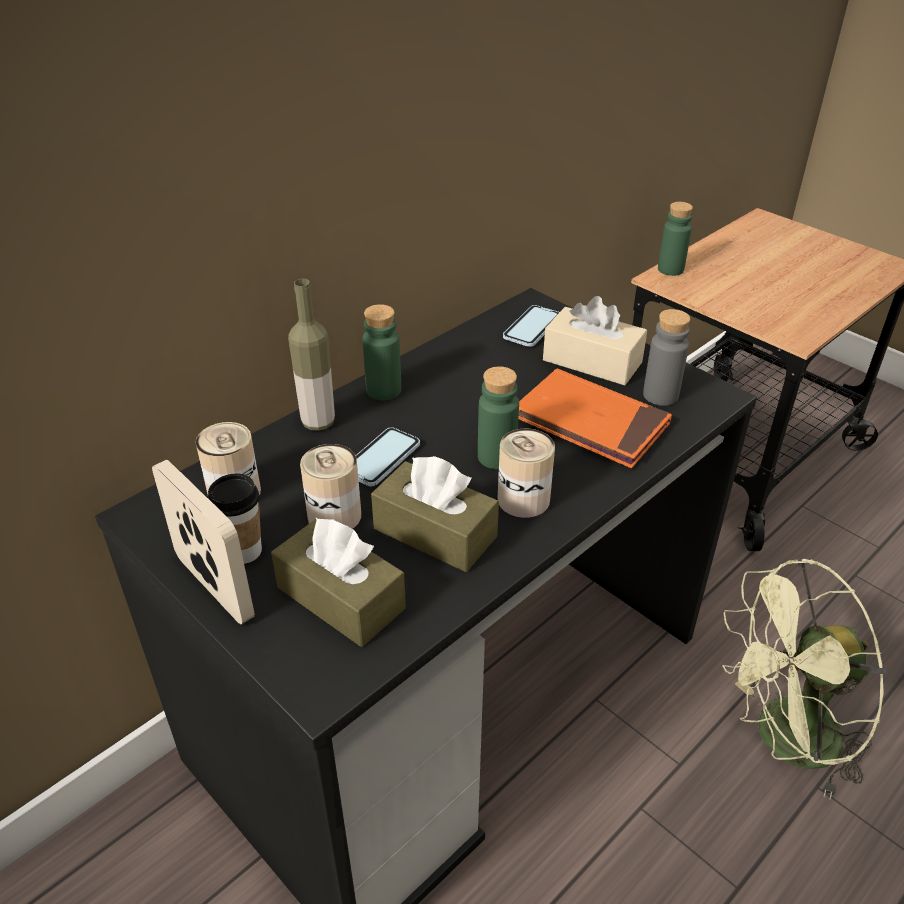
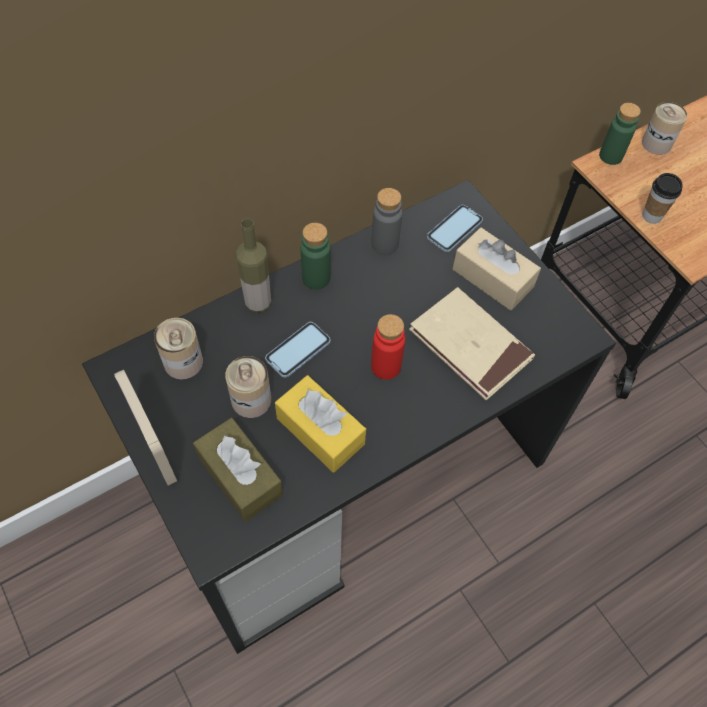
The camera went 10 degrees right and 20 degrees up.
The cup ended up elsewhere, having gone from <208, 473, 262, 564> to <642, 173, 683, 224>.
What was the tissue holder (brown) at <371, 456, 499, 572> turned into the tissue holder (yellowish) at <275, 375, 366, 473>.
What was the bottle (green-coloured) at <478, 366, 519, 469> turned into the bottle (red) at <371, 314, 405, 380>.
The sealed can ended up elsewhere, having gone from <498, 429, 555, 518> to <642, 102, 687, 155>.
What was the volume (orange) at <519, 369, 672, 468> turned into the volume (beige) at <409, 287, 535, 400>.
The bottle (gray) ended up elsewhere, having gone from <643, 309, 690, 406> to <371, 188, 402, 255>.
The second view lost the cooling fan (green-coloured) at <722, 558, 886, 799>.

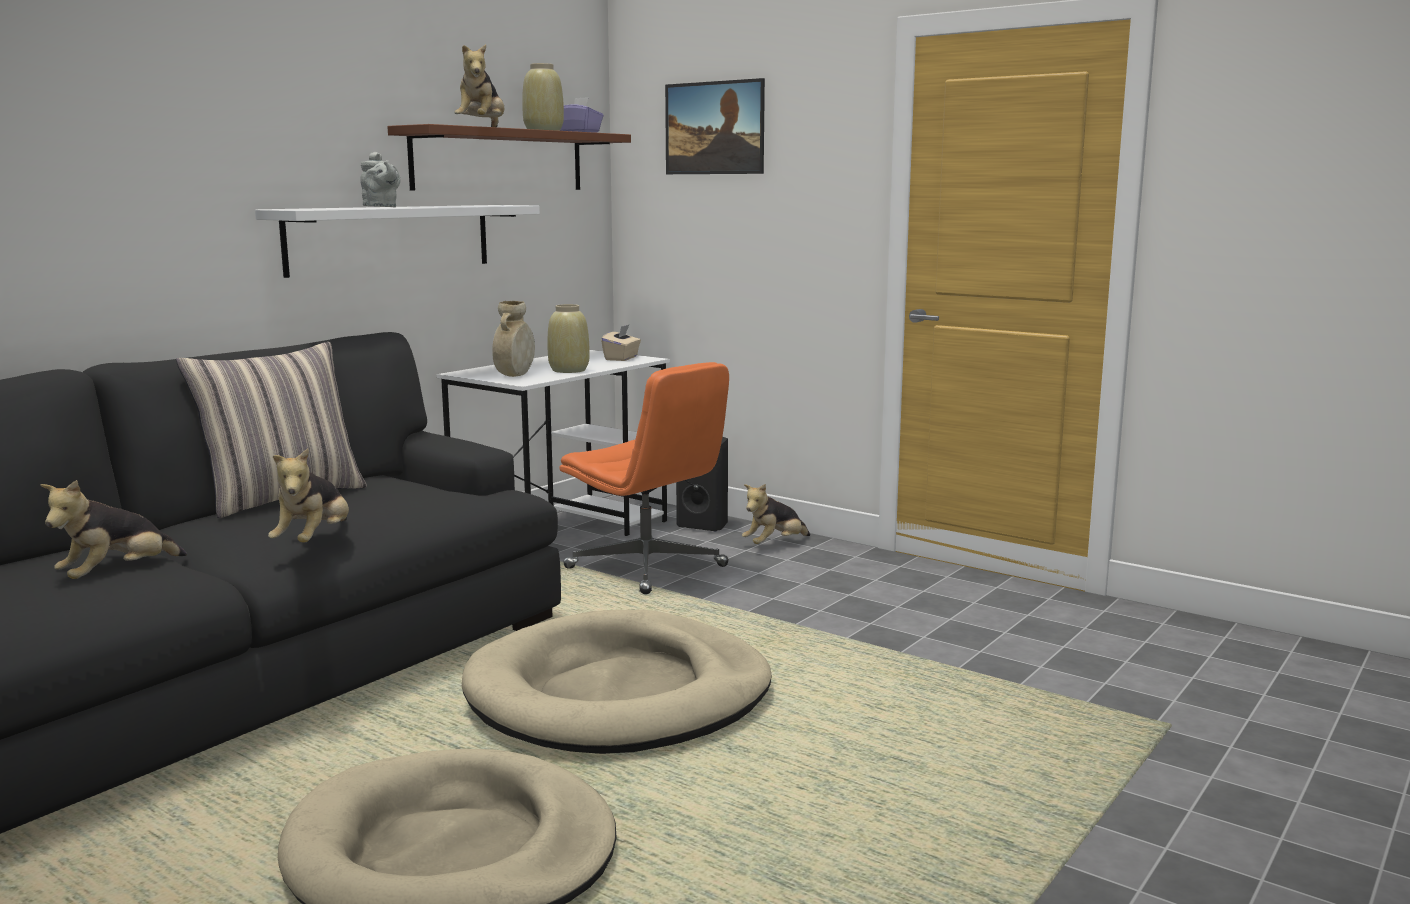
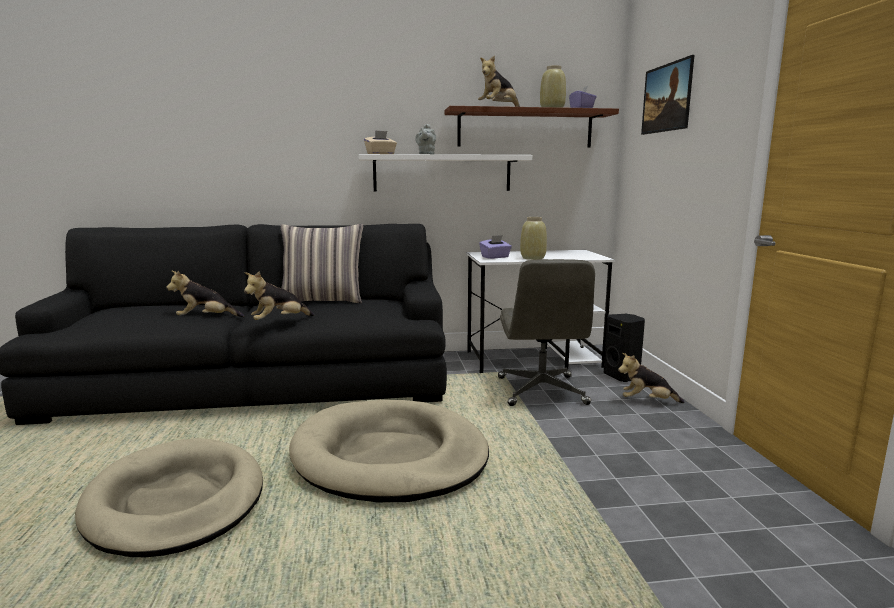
The camera went 45 degrees right and 0 degrees up.
Where the decorative vase (beige) stood at <492, 301, 535, 377>, the tissue holder (purplish) came to stand at <479, 235, 512, 259>.
What was the office chair (orange) at <559, 362, 729, 594> turned into the office chair (gray) at <498, 259, 595, 406>.
The tissue holder (beige) ended up elsewhere, having gone from <601, 325, 641, 361> to <364, 130, 397, 154>.

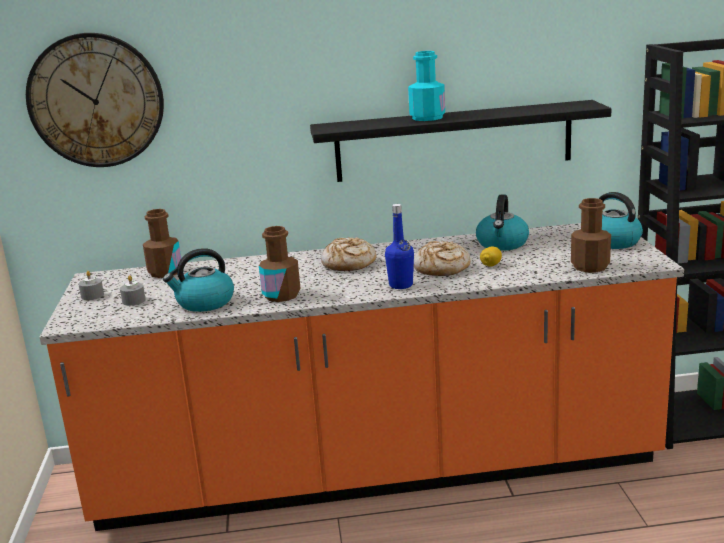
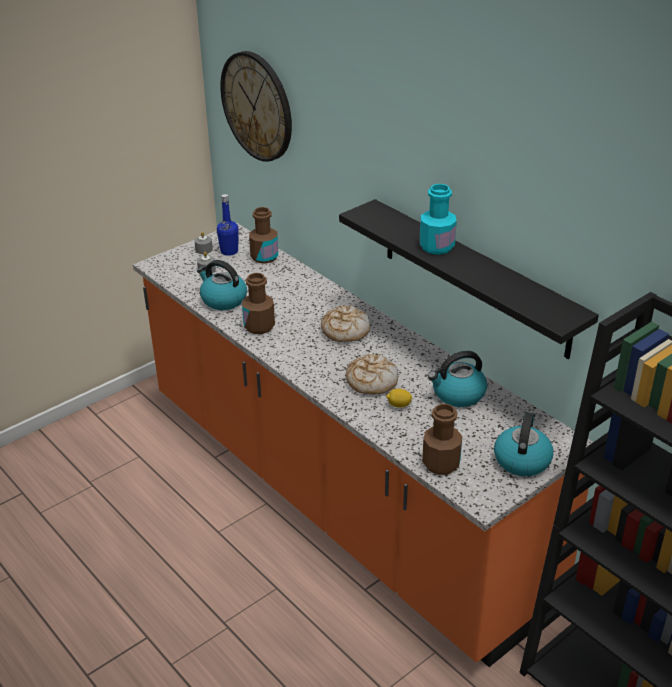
The camera went 55 degrees right and 15 degrees up.
The bottle (blue-coloured) ended up elsewhere, having gone from <385, 204, 414, 289> to <217, 194, 239, 256>.

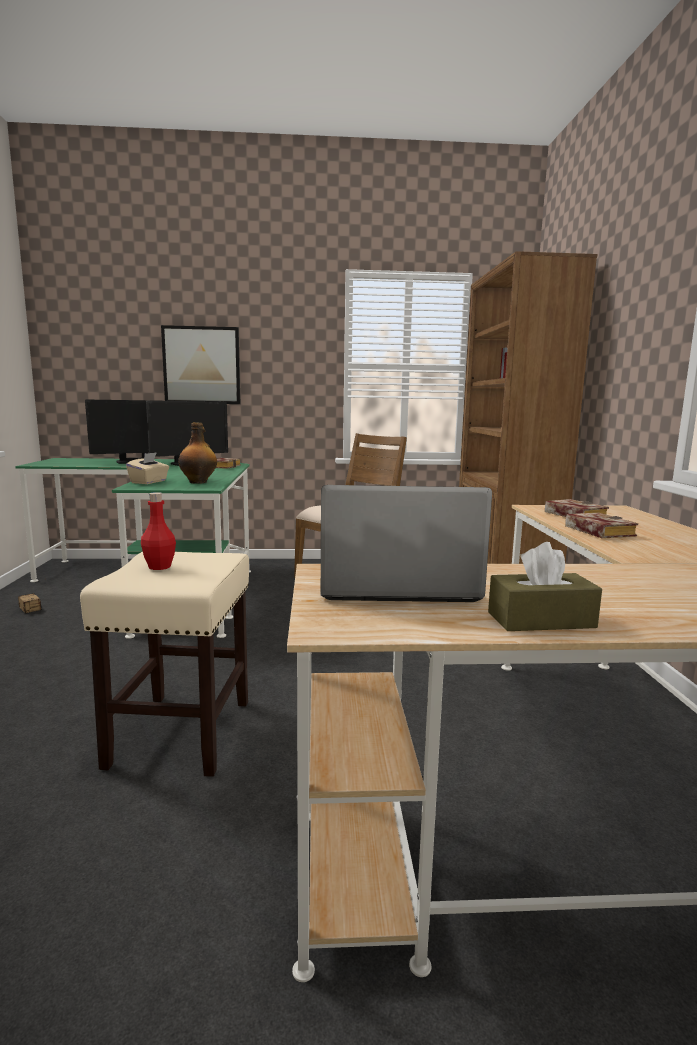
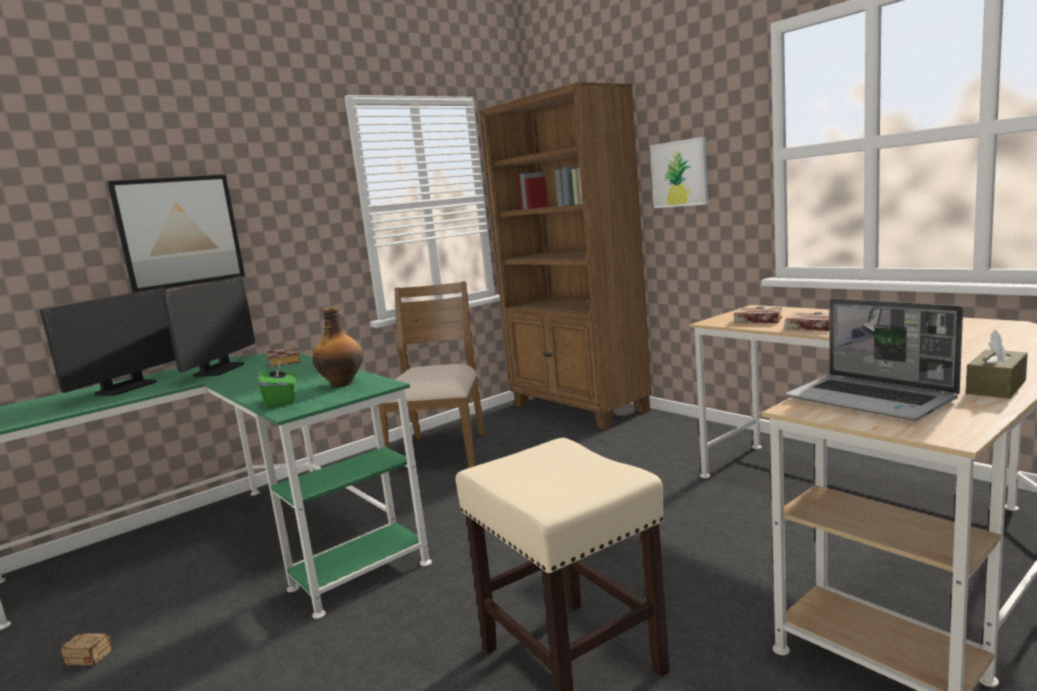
The camera went 35 degrees left and 0 degrees up.
What was the tissue holder (beige) at <126, 452, 169, 484> turned into the tissue holder (green-coloured) at <258, 359, 296, 408>.
The second view lost the bottle (red) at <141, 492, 176, 570>.
The portable computer at <320, 485, 492, 602> ended up facing another way, 90 degrees counterclockwise from before.
The second view gained the wall picture at <650, 137, 708, 208>.

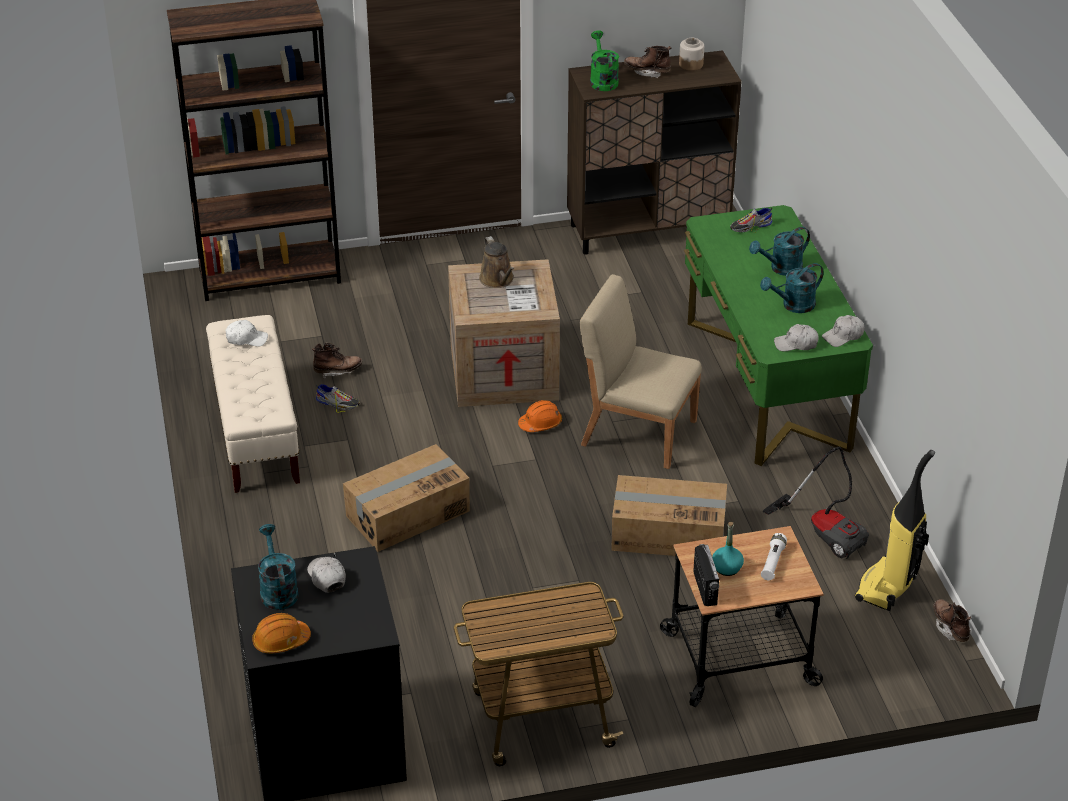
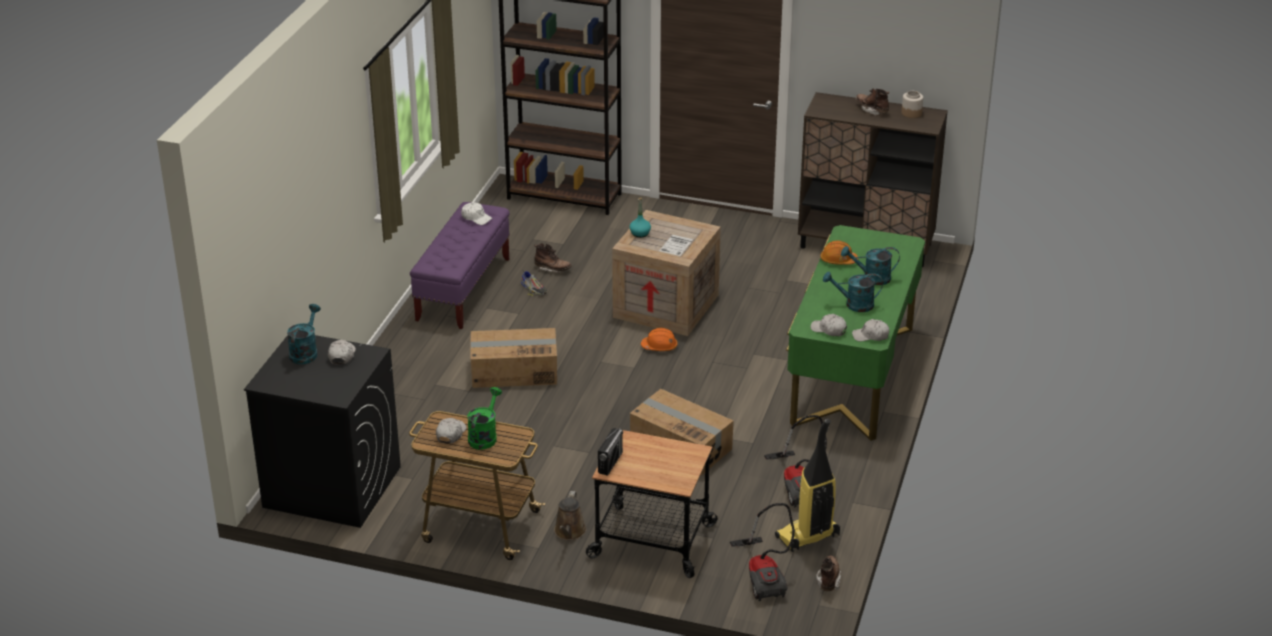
The camera went 30 degrees right and 5 degrees down.
What was the long seat (beige) at <206, 315, 300, 493> turned into the long seat (purplish) at <410, 202, 510, 329>.
The safety helmet (orange) ended up elsewhere, having gone from <252, 613, 311, 653> to <820, 241, 859, 265>.
The watering can (brown) ended up elsewhere, having gone from <479, 236, 515, 288> to <554, 491, 587, 540>.
The second view lost the upright chair (beige) at <580, 274, 702, 469>.
The watering can (green-coloured) ended up elsewhere, having gone from <590, 30, 619, 91> to <467, 387, 502, 450>.
The bottle (blue-green) ended up elsewhere, having gone from <712, 522, 744, 576> to <630, 198, 651, 238>.
The second view lost the item of footwear at <730, 208, 773, 233>.
The second view lost the flashlight (white) at <761, 533, 787, 580>.
The second view gained the cap (white) at <436, 418, 467, 444>.
The second view gained the vacuum at <730, 503, 795, 601>.

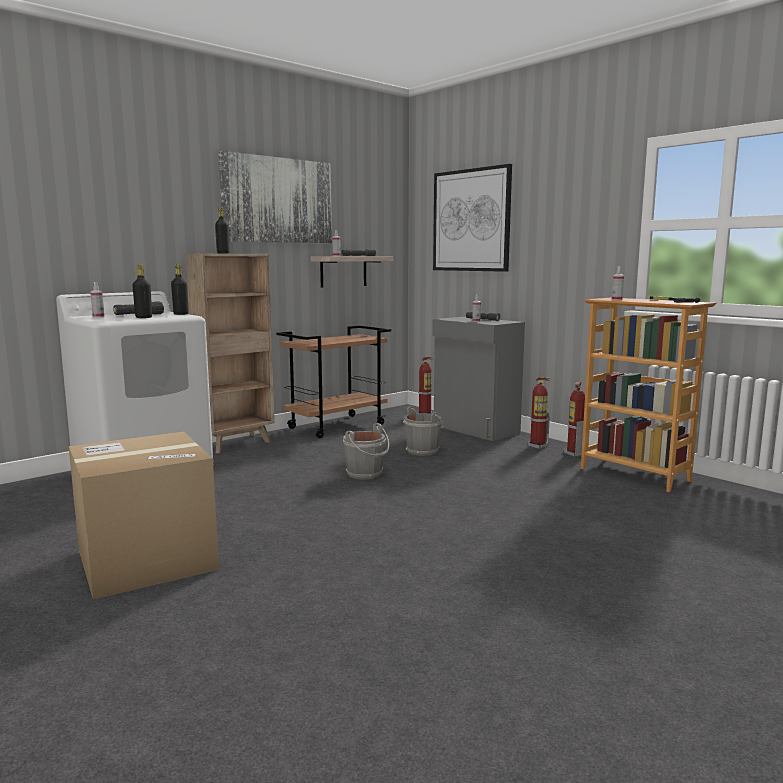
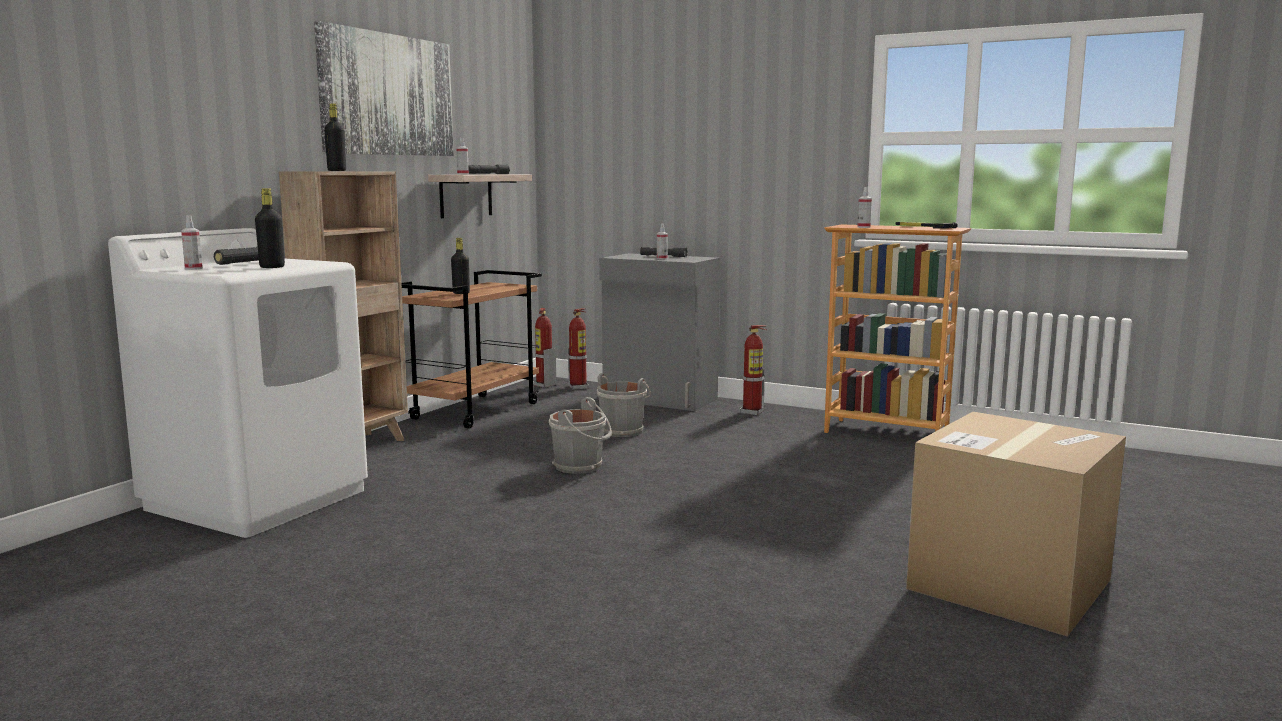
The camera went 20 degrees left and 0 degrees up.
The cardboard box ended up elsewhere, having gone from <69, 431, 219, 599> to <906, 412, 1126, 637>.
The bottle (black-coloured) ended up elsewhere, having gone from <171, 264, 189, 315> to <451, 238, 470, 294>.
The second view lost the wall picture at <433, 164, 512, 272>.
The fire-fighting cylinder ended up elsewhere, having gone from <564, 382, 585, 457> to <533, 308, 556, 388>.

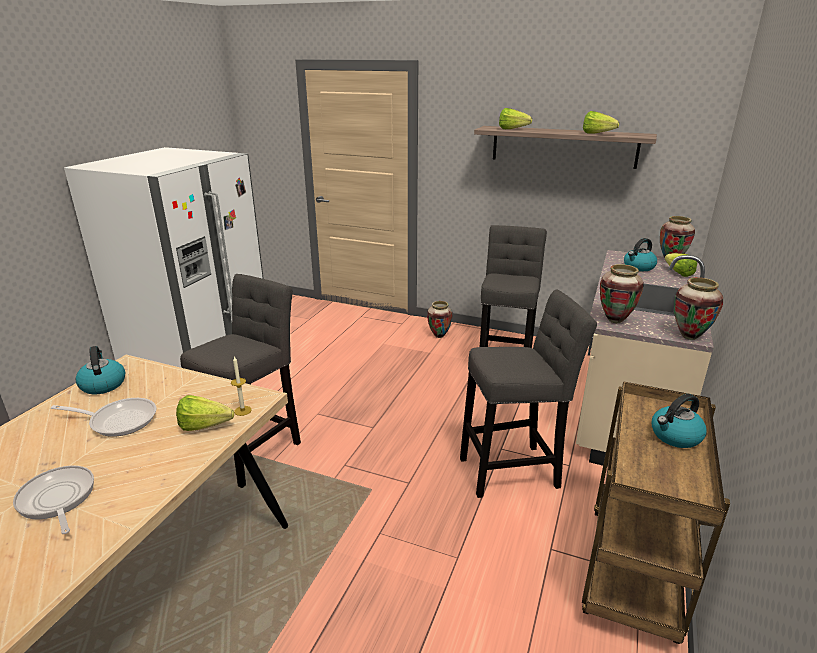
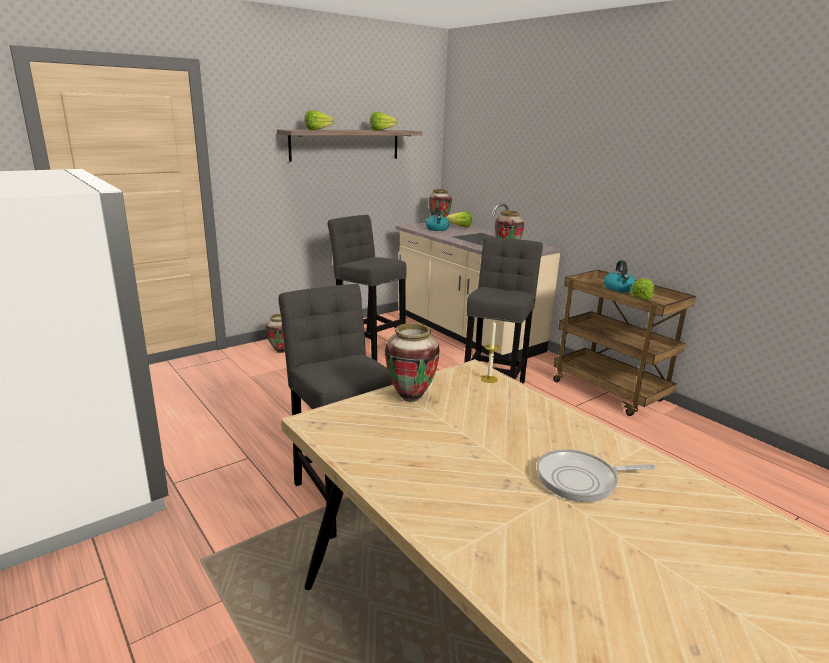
The camera went 60 degrees left and 5 degrees down.
The second view lost the pan at <51, 398, 157, 437>.
The second view lost the tea kettle at <75, 346, 125, 394>.
The lettuce ended up elsewhere, having gone from <176, 395, 234, 431> to <631, 279, 654, 300>.
The decorative vase ended up elsewhere, having gone from <674, 277, 723, 340> to <385, 323, 440, 402>.

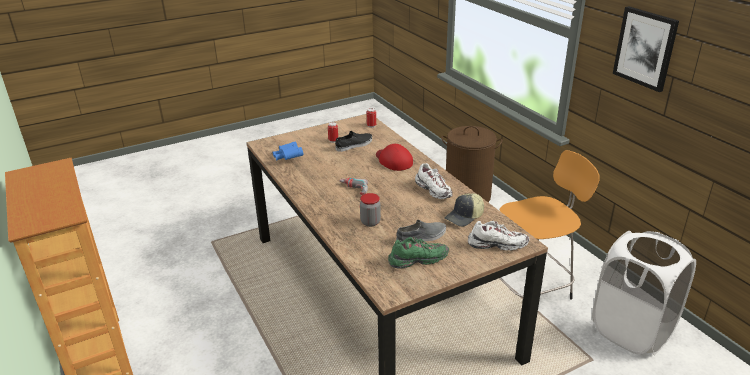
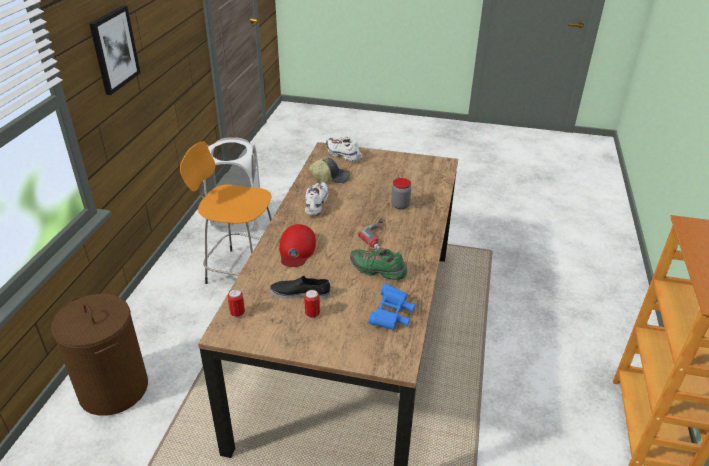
The camera went 140 degrees left and 5 degrees up.
The item of footwear (green-coloured) ended up elsewhere, having gone from <388, 237, 449, 269> to <350, 248, 407, 280>.
The second view lost the item of footwear (gray) at <396, 220, 446, 242>.

